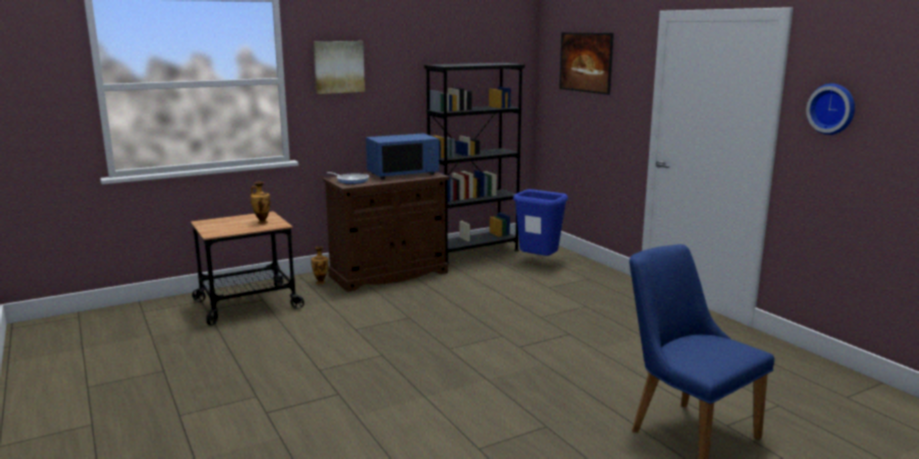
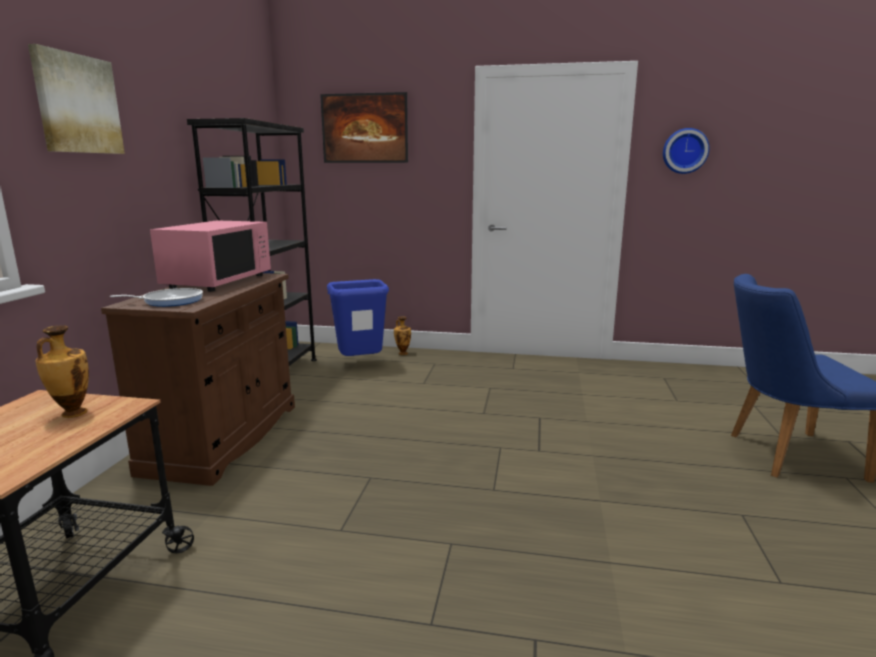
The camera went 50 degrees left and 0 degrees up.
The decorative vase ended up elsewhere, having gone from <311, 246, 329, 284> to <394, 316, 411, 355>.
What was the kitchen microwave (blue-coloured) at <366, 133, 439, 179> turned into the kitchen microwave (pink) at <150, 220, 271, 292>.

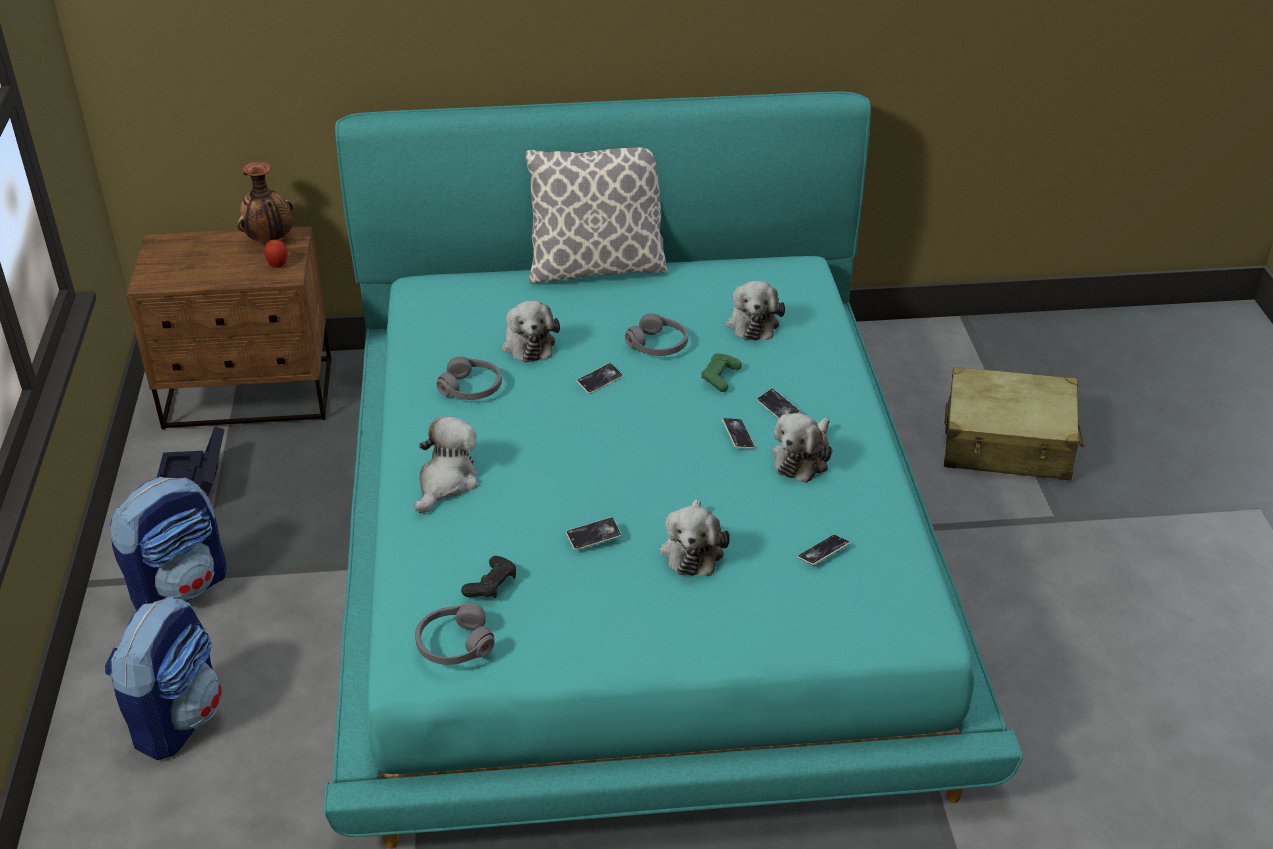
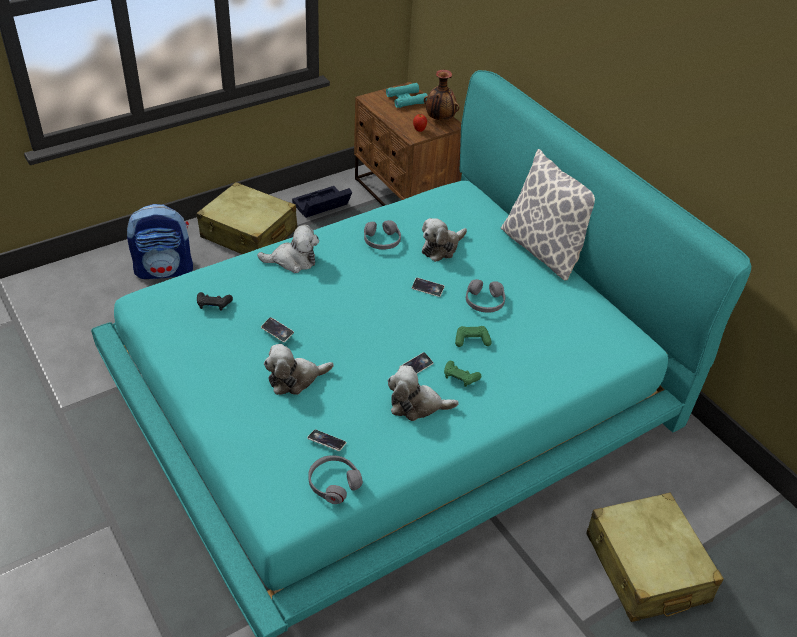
The camera went 60 degrees right and 5 degrees up.
Where the rucksack stood at <110, 477, 226, 611>, the travel case (beige) came to stand at <197, 182, 297, 254>.
The headphones (gray) ended up elsewhere, having gone from <415, 603, 495, 665> to <308, 455, 363, 504>.
The second view lost the cuddly toy at <726, 281, 785, 341>.
Where the phone stood at <757, 388, 800, 419>, the gamepad (green-coloured) came to stand at <444, 361, 481, 387>.
The second view gained the binoculars (blue-green) at <386, 83, 427, 108>.

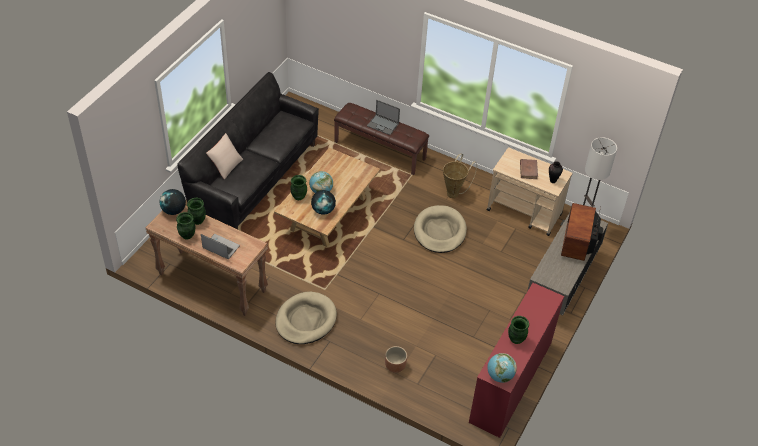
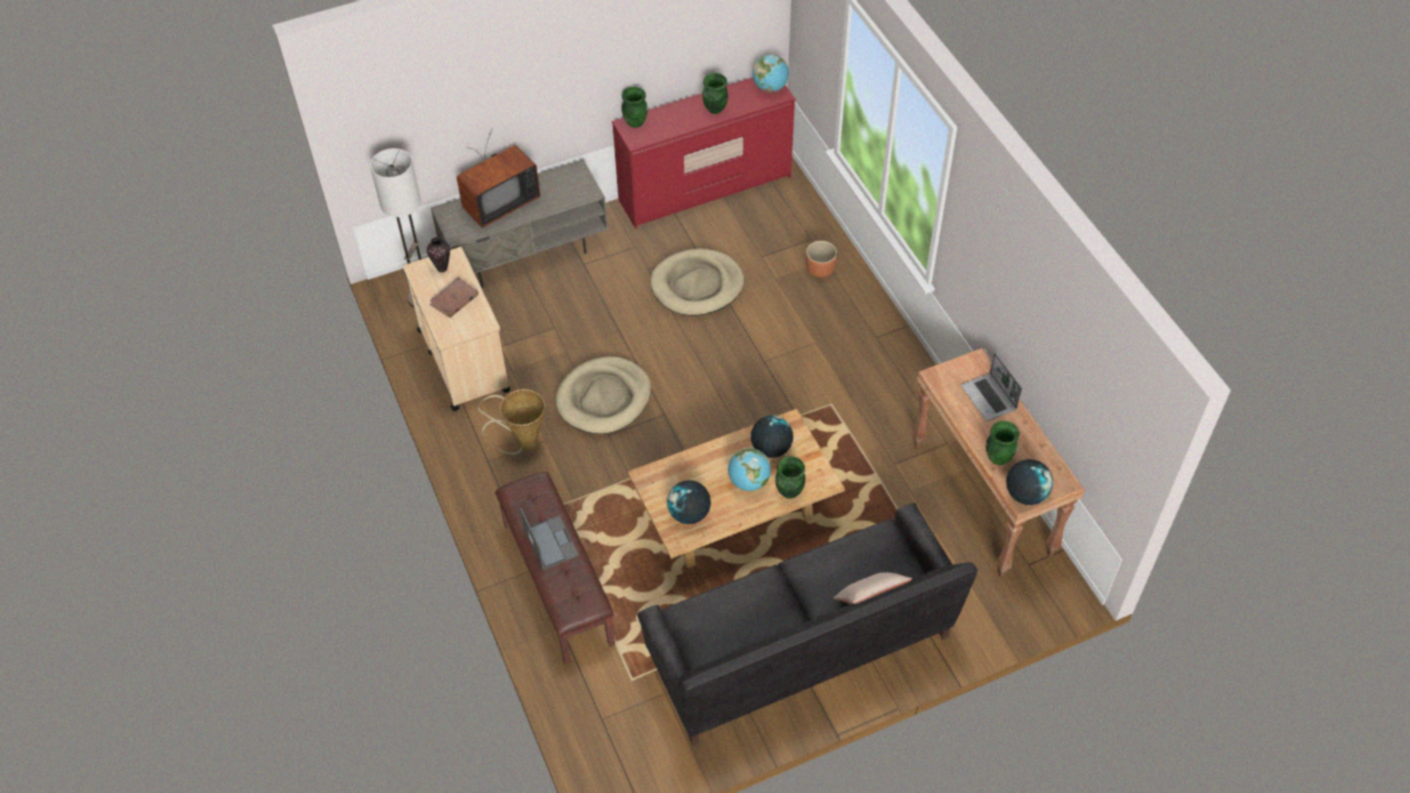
The camera went 140 degrees left and 5 degrees up.
The decorative vase (green-coloured) ended up elsewhere, having gone from <176, 212, 196, 240> to <622, 86, 648, 128>.
The dog bed (beige) ended up elsewhere, having gone from <275, 291, 337, 344> to <650, 249, 744, 316>.
The second view gained the desk globe at <667, 480, 711, 524>.

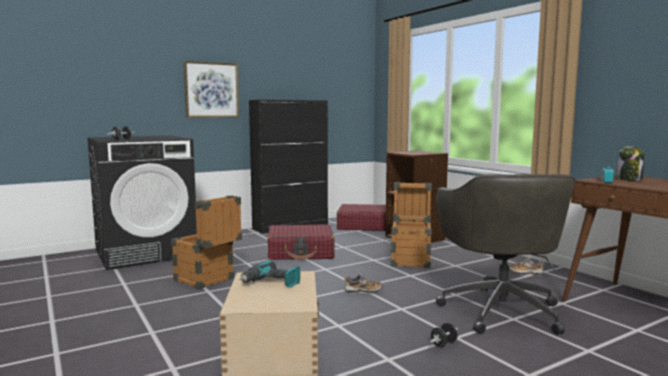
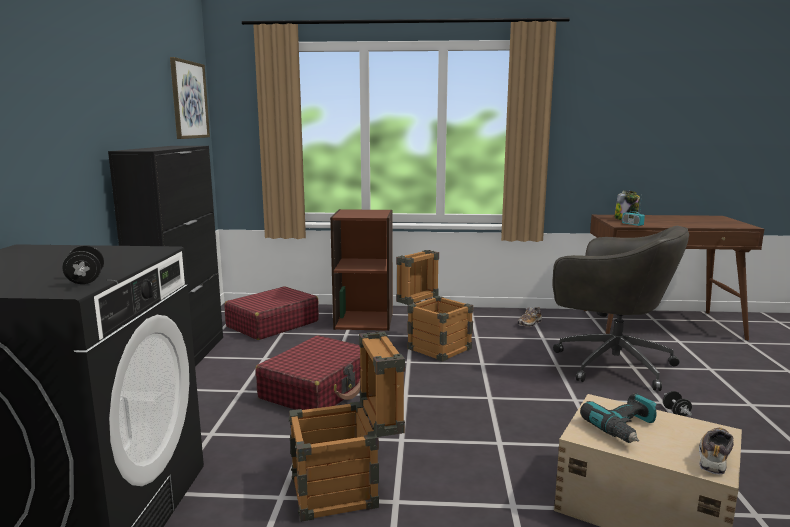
The camera went 55 degrees left and 5 degrees up.
The wall picture ended up elsewhere, having gone from <184, 61, 239, 118> to <170, 57, 210, 139>.
The item of footwear ended up elsewhere, having gone from <344, 274, 383, 293> to <699, 428, 734, 474>.

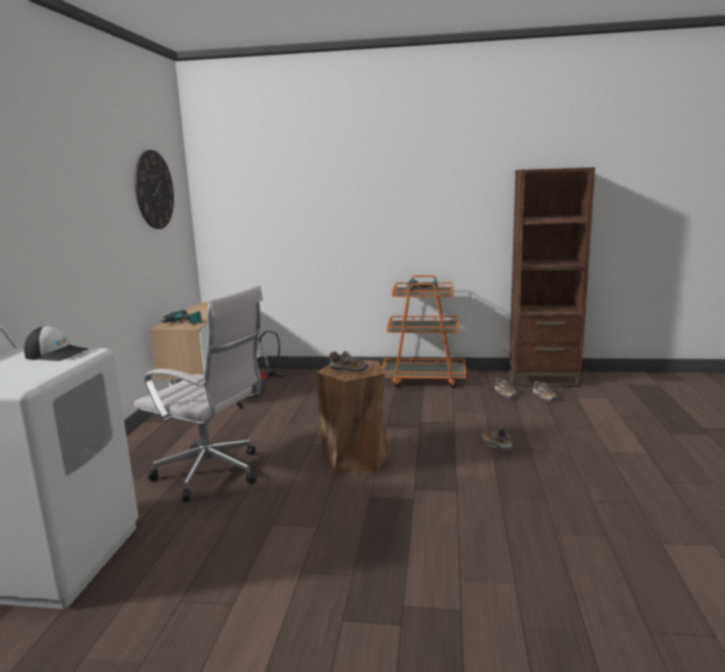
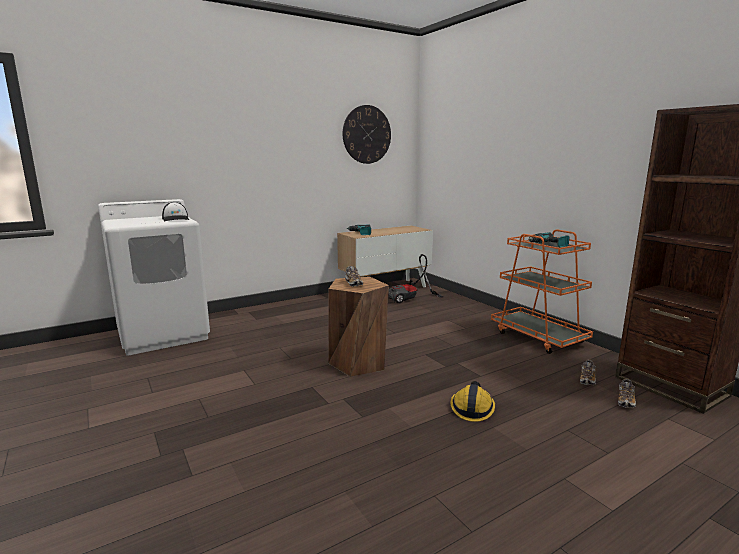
The camera went 50 degrees right and 0 degrees up.
The second view lost the office chair (white) at <134, 285, 263, 502>.
Where the item of footwear stood at <482, 428, 512, 451>, the safety helmet came to stand at <450, 381, 495, 422>.

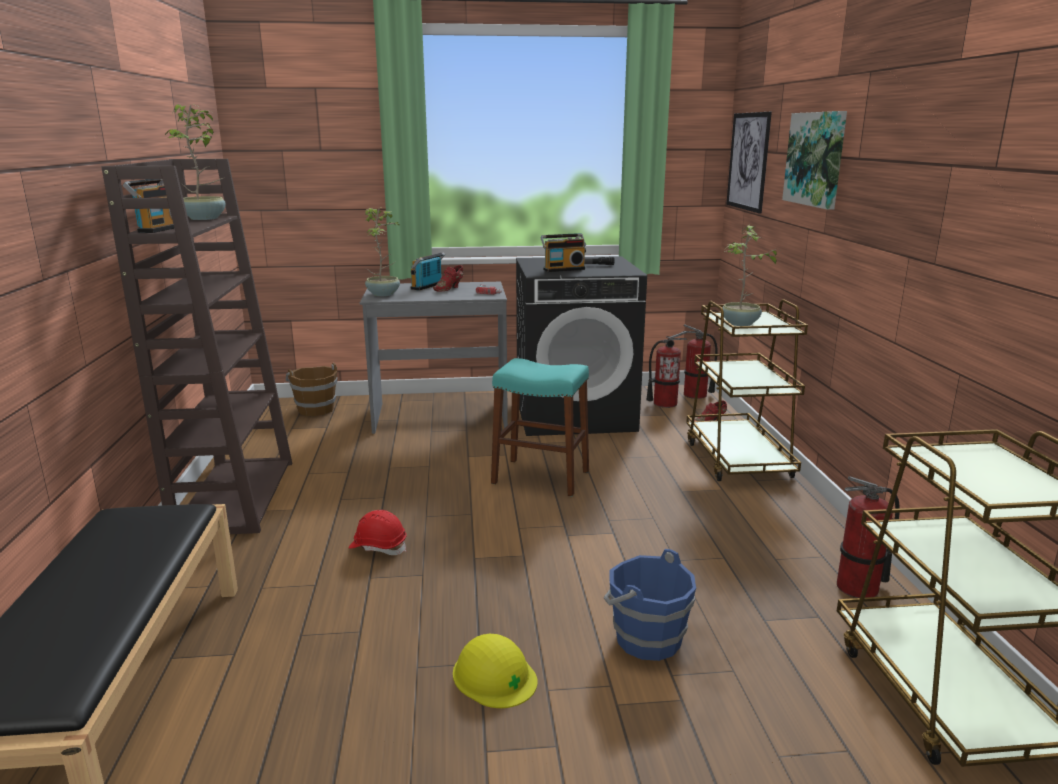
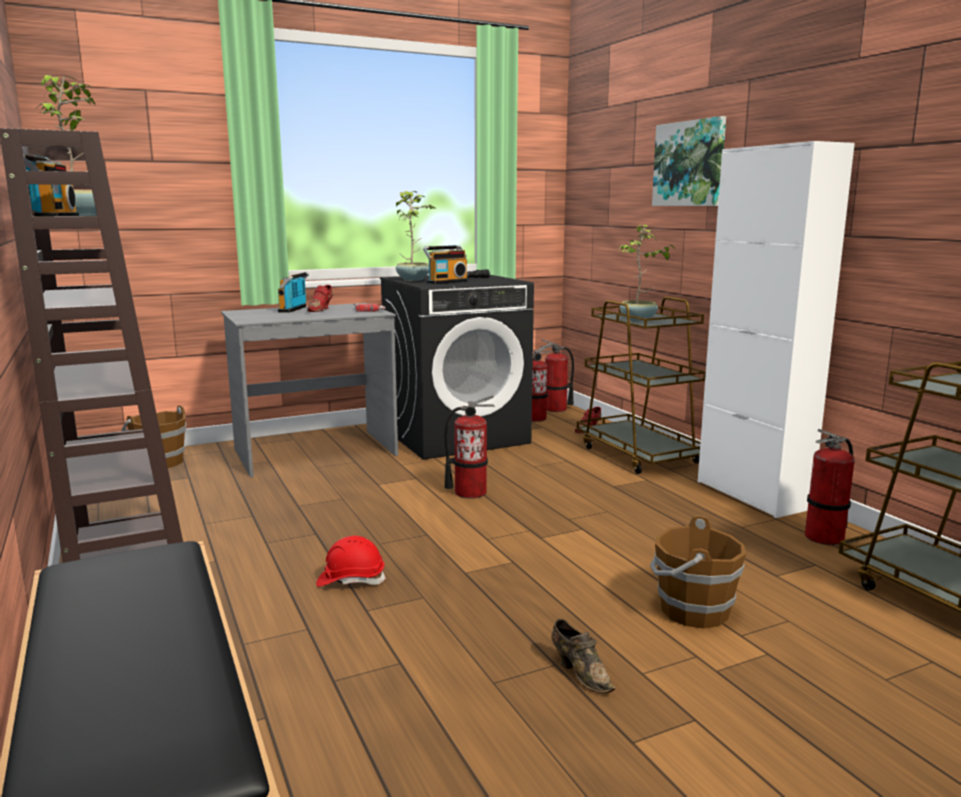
The camera went 20 degrees left and 5 degrees down.
The plant in a pot ended up elsewhere, having gone from <365, 207, 400, 296> to <396, 191, 436, 281>.
Where the safety helmet (yellowish) stood at <453, 634, 538, 708>, the item of footwear (brown) came to stand at <551, 619, 615, 693>.
Where the sitting stool (blue-green) stood at <491, 358, 589, 496>, the fire-fighting cylinder came to stand at <445, 395, 495, 499>.
What was the pail (blue-coloured) at <604, 549, 696, 661> turned into the pail (brown) at <650, 516, 746, 628>.
The second view lost the wall picture at <726, 112, 772, 214>.
The second view gained the cabinet (white) at <698, 141, 855, 518>.

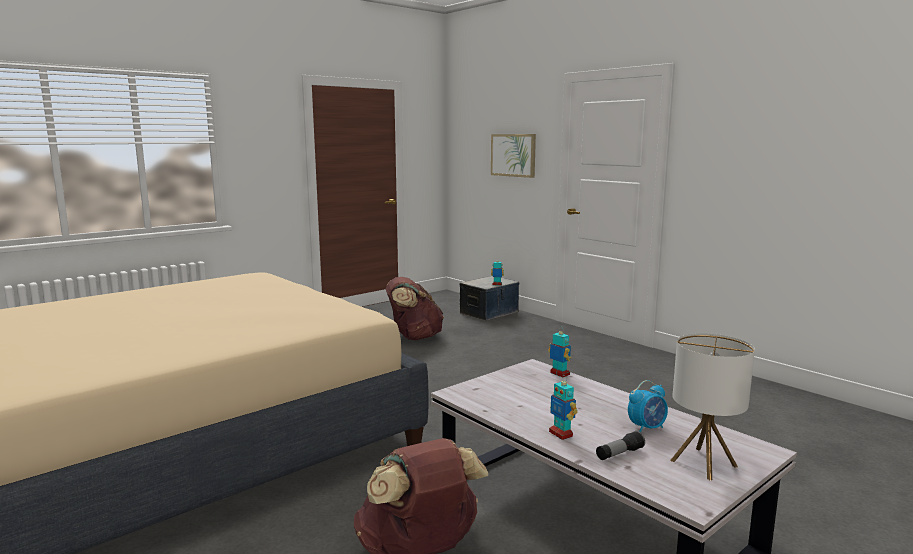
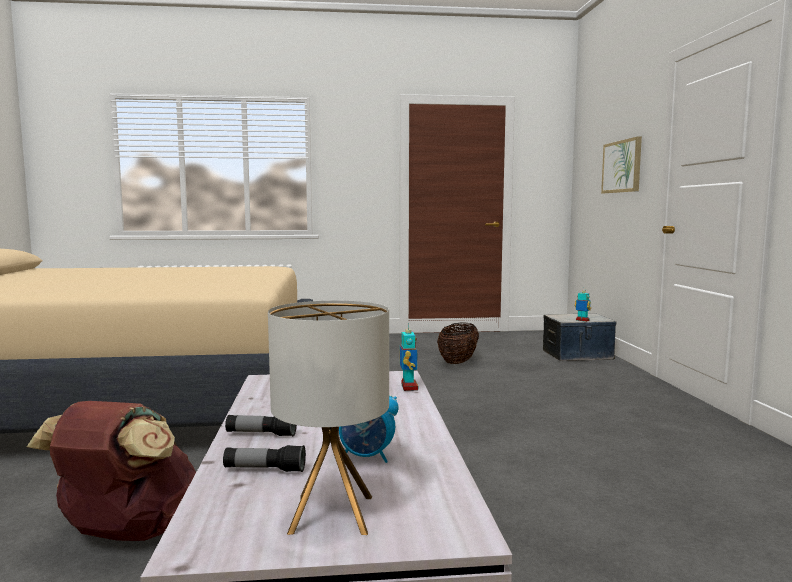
The camera went 35 degrees right and 5 degrees down.
Where the rucksack (brown) stood at <386, 277, 444, 340>, the basket came to stand at <437, 323, 479, 364>.
Where the robot figure stood at <549, 375, 578, 440>, the flashlight came to stand at <225, 415, 297, 436>.

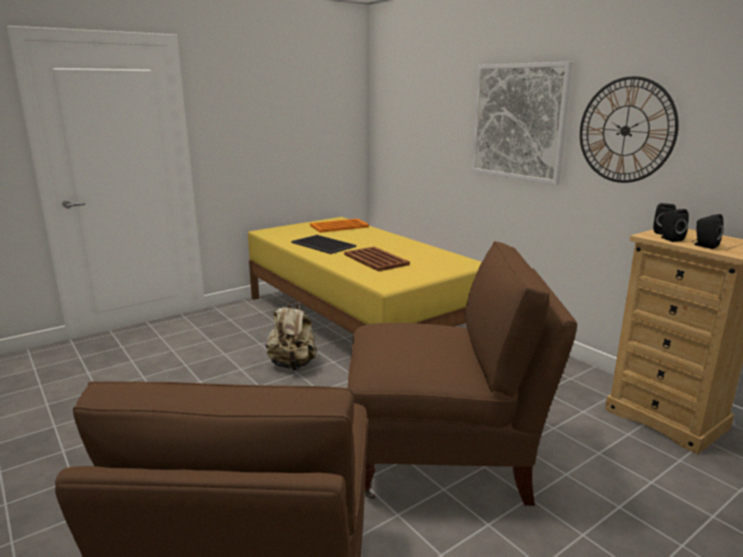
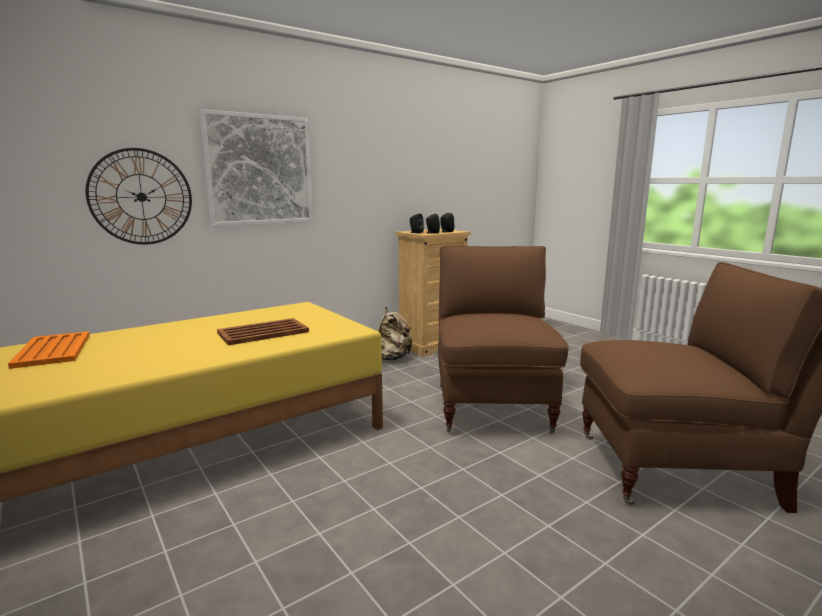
The camera went 90 degrees left and 5 degrees down.
The rucksack (beige) ended up elsewhere, having gone from <266, 300, 317, 371> to <376, 307, 413, 361>.
The second view lost the serving tray at <292, 235, 356, 254>.
The wall clock ended up elsewhere, having gone from <580, 76, 679, 183> to <86, 148, 192, 245>.

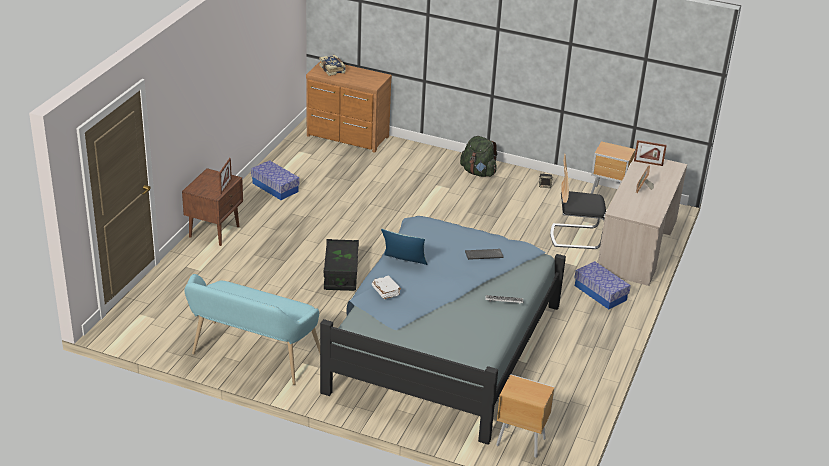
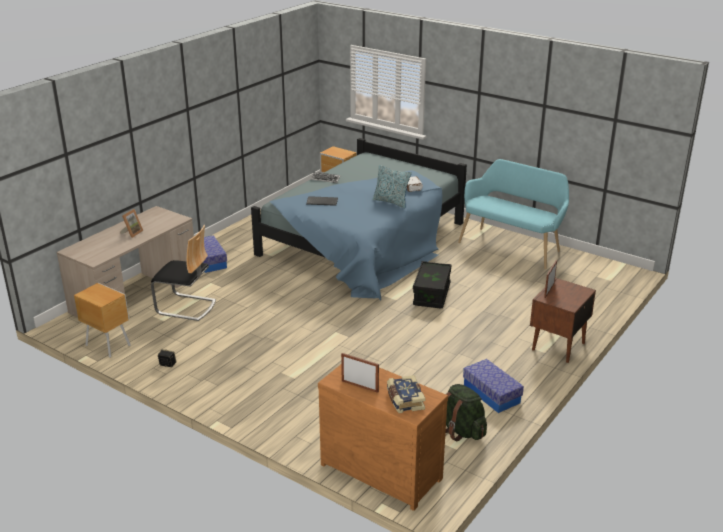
The camera went 165 degrees left and 5 degrees down.
The rucksack (green-coloured) ended up elsewhere, having gone from <460, 136, 498, 177> to <446, 384, 487, 441>.
The picture frame ended up elsewhere, having gone from <634, 140, 667, 166> to <341, 353, 379, 393>.

